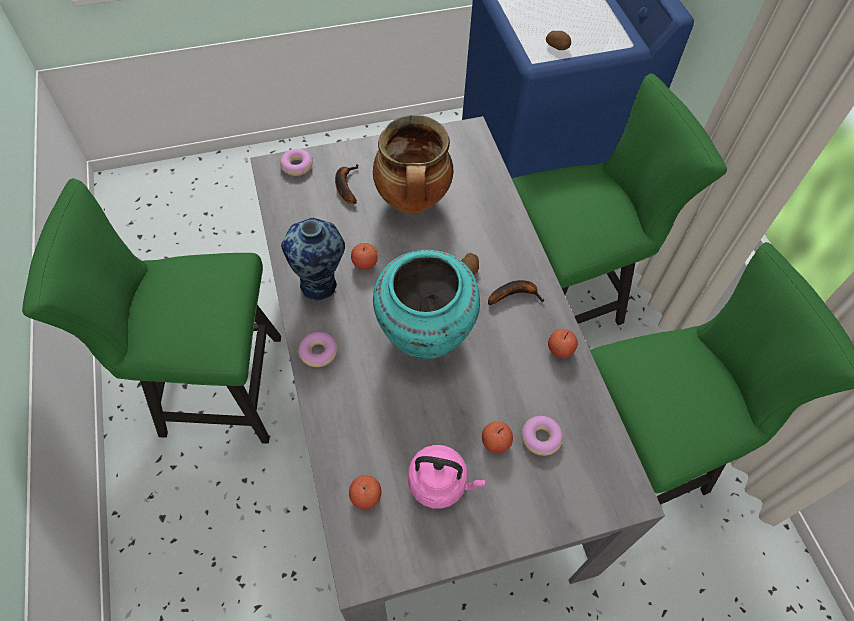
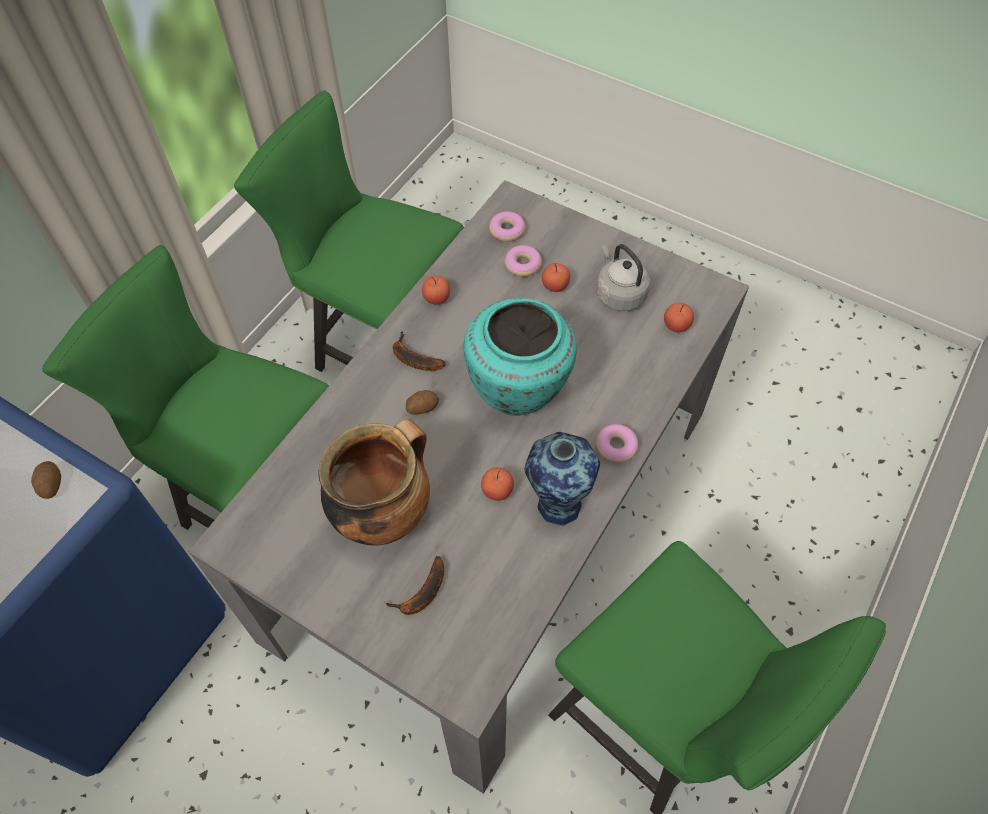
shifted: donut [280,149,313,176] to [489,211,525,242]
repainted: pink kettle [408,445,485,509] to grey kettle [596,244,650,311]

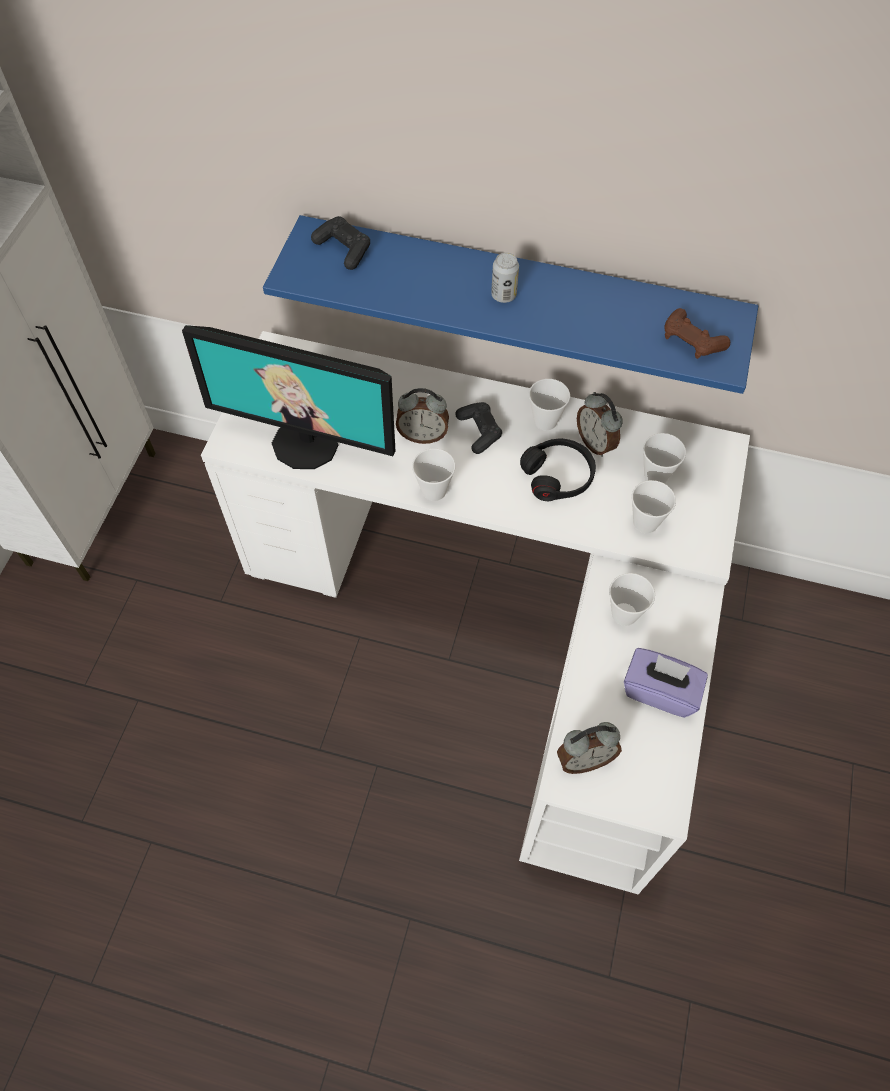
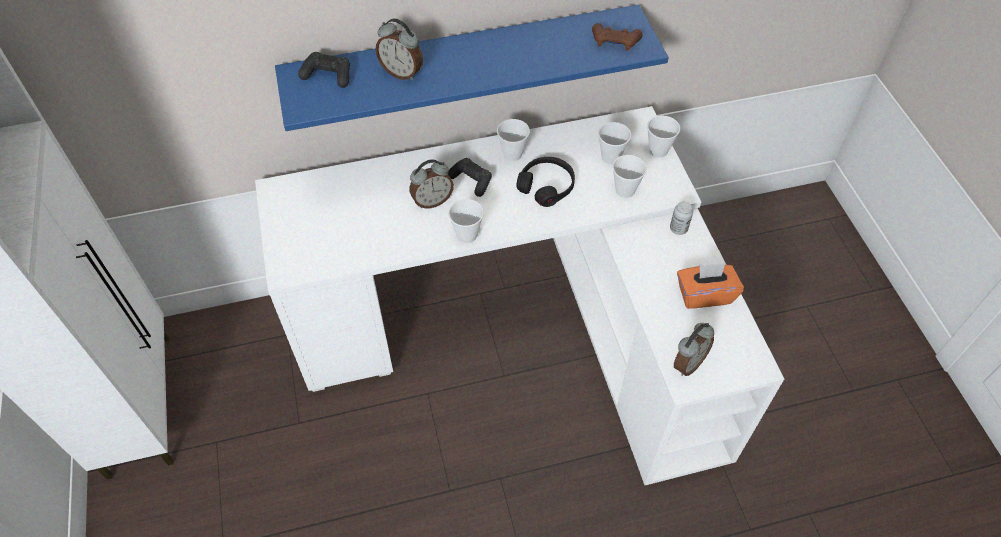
gone: monitor [182,325,395,469]
shifted: alarm clock [577,392,623,457] to [375,19,423,81]; cup [609,573,655,626] to [647,115,680,158]; can [491,252,519,303] to [670,202,693,235]
repainted: purple tissue box [624,648,708,718] to orange tissue box [677,263,744,309]

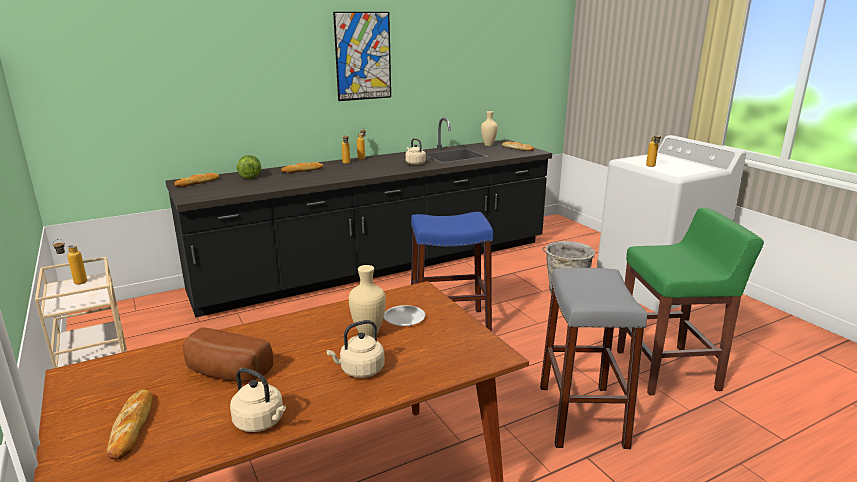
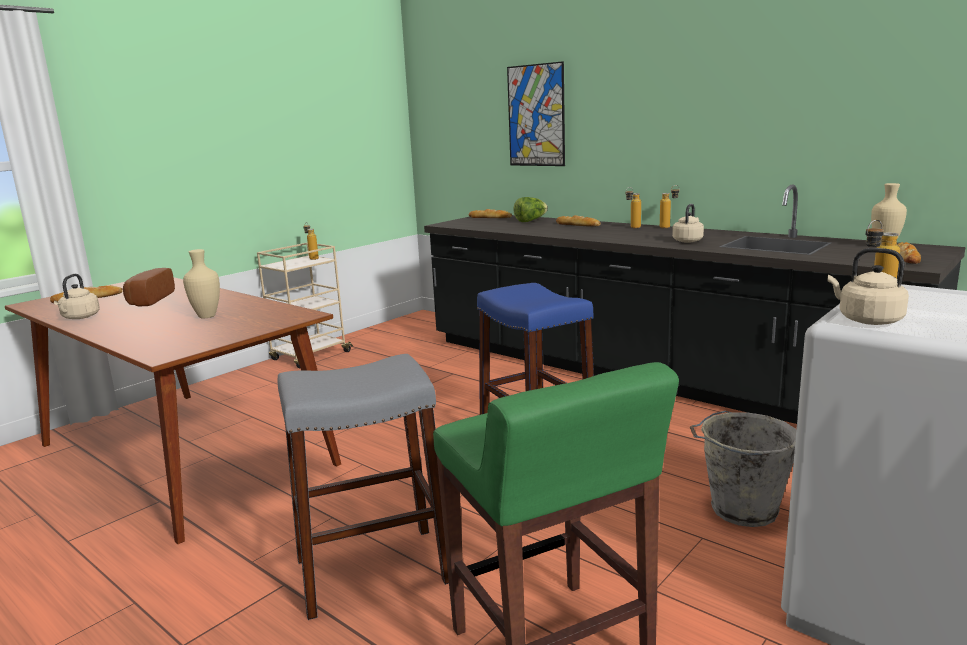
gone: white plate [384,305,425,326]
shifted: picture [333,12,391,101] to [507,61,565,166]; beige kettle [326,320,385,378] to [828,248,909,325]

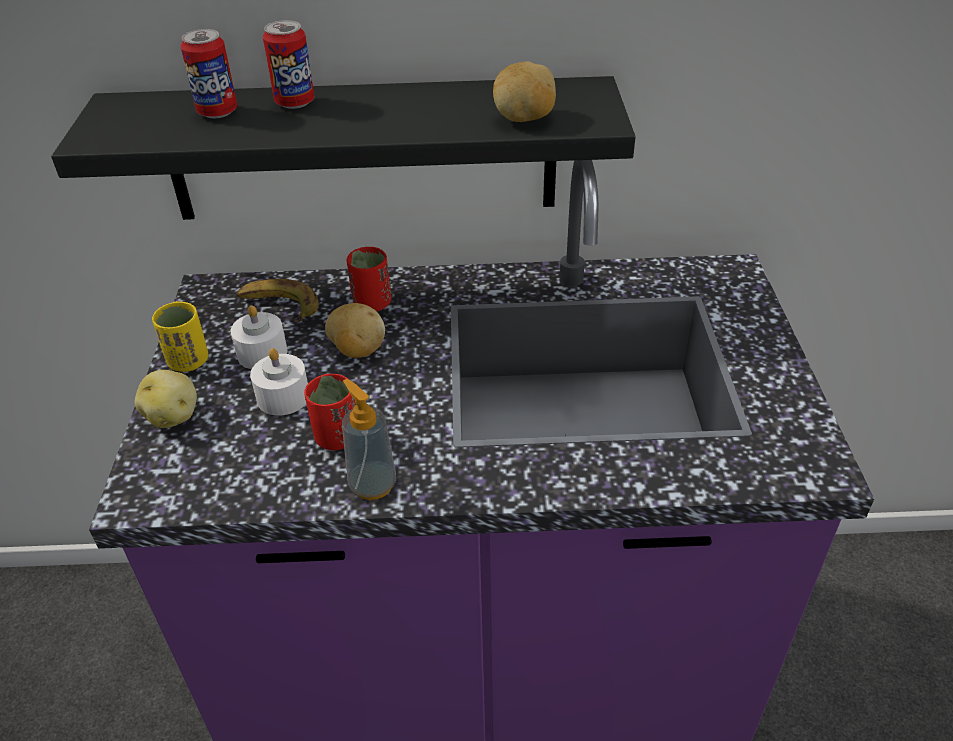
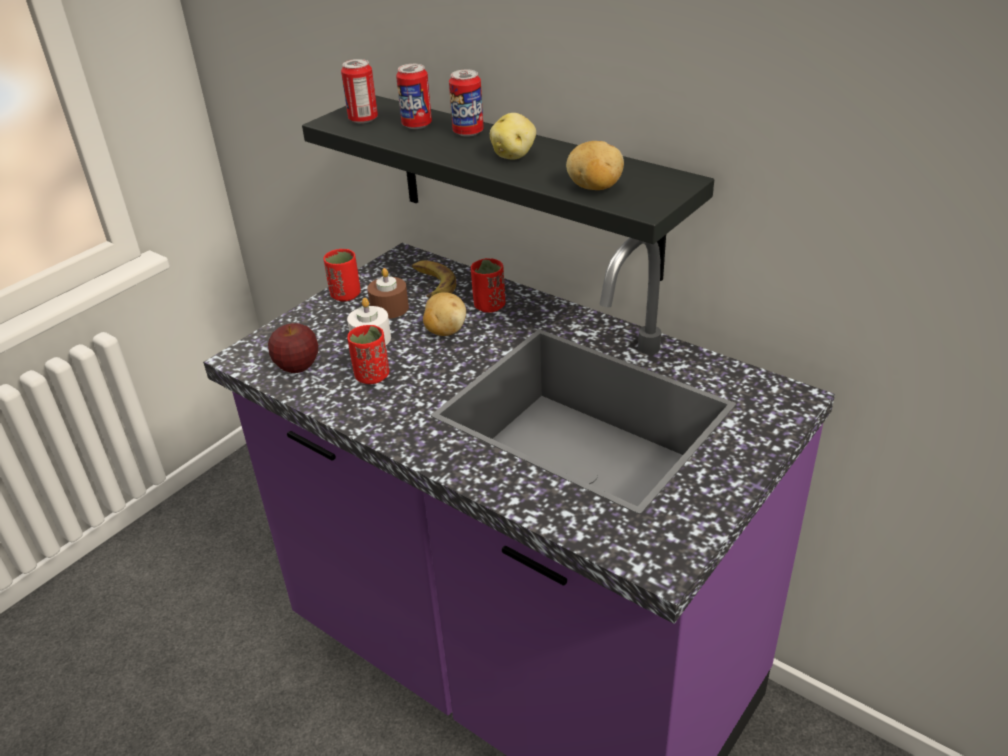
gone: soap dispenser [342,379,396,500]
new: apple [268,323,318,373]; can [341,59,378,124]
shifted: potato [135,370,197,428] to [490,113,536,159]
repainted: yellow cup [152,301,208,372] to red cup [323,249,361,301]; white candle [231,305,287,369] to brown candle [367,268,409,319]

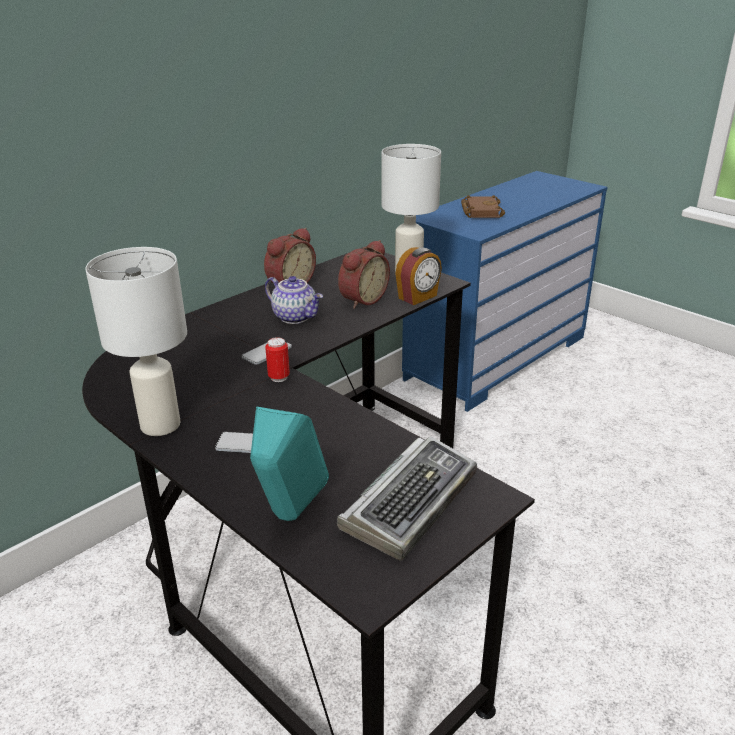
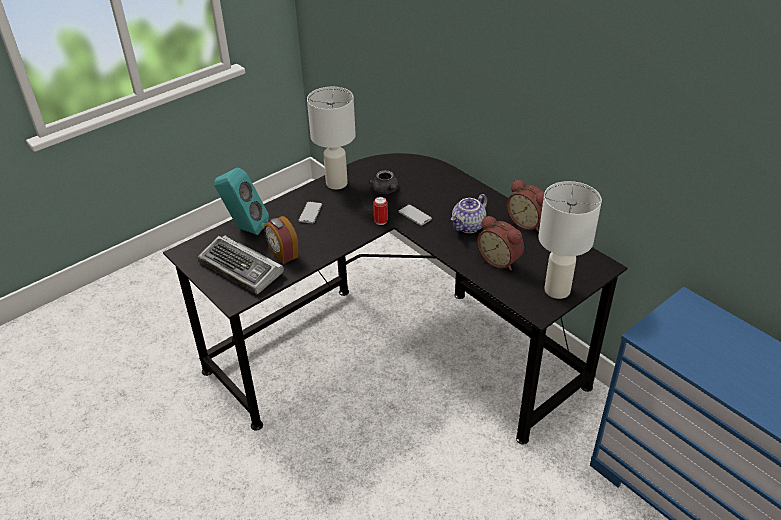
gone: brown book [461,195,505,218]
new: grey teapot [368,170,398,194]
shifted: alarm clock [395,247,442,305] to [264,216,298,264]

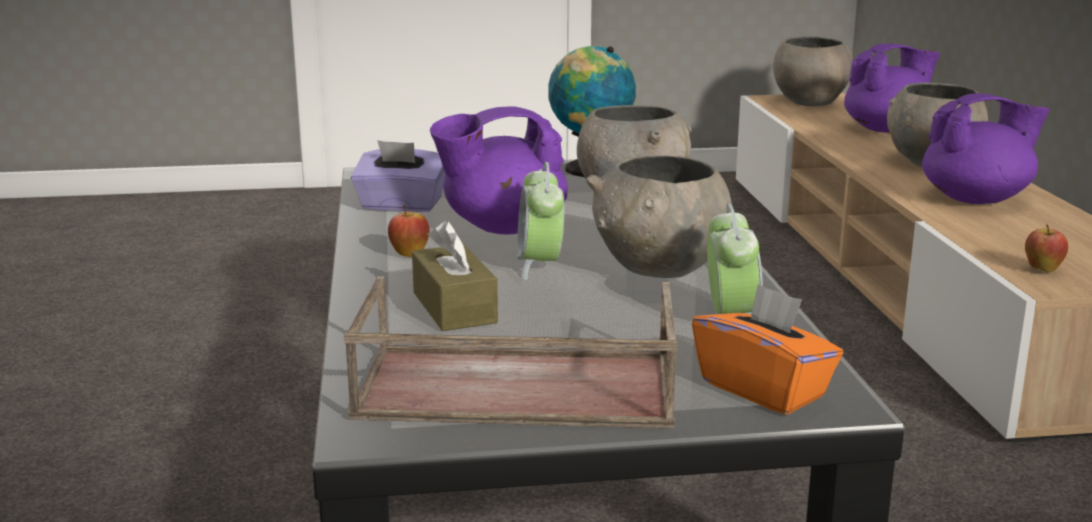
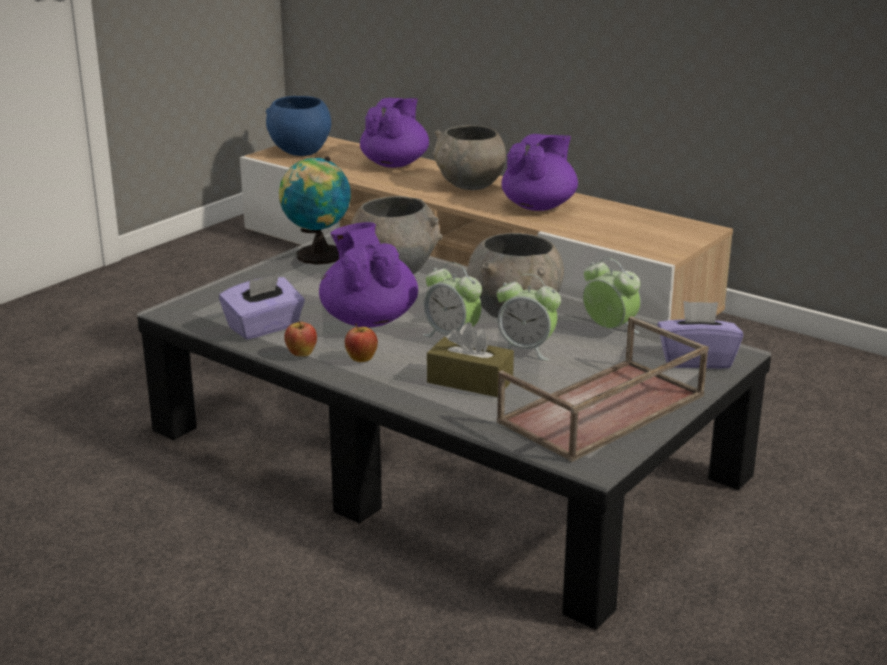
new: alarm clock [497,274,561,361]
shifted: apple [1025,224,1068,272] to [284,321,317,357]
repainted: grey bowl [773,36,853,106] to blue bowl [266,96,331,156]; orange tissue box [692,284,843,415] to purple tissue box [657,301,743,369]
rotated: purple teapot [430,106,568,234] = [319,222,418,328] 135 degrees clockwise

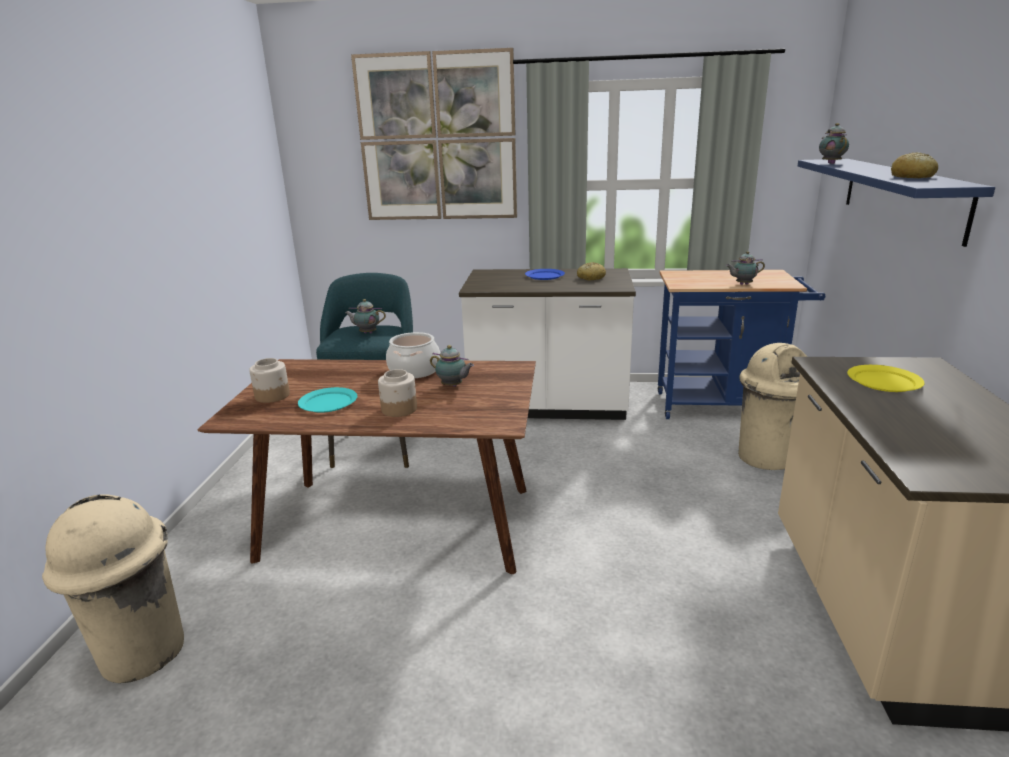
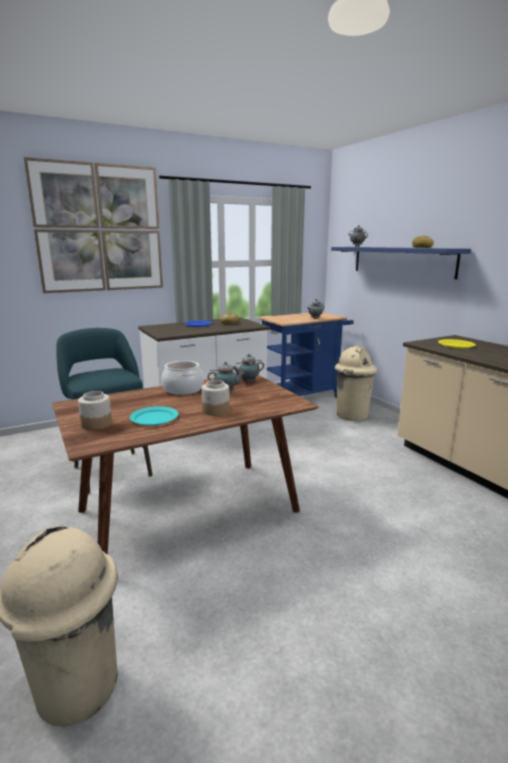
shifted: teapot [345,299,386,333] to [233,354,264,383]

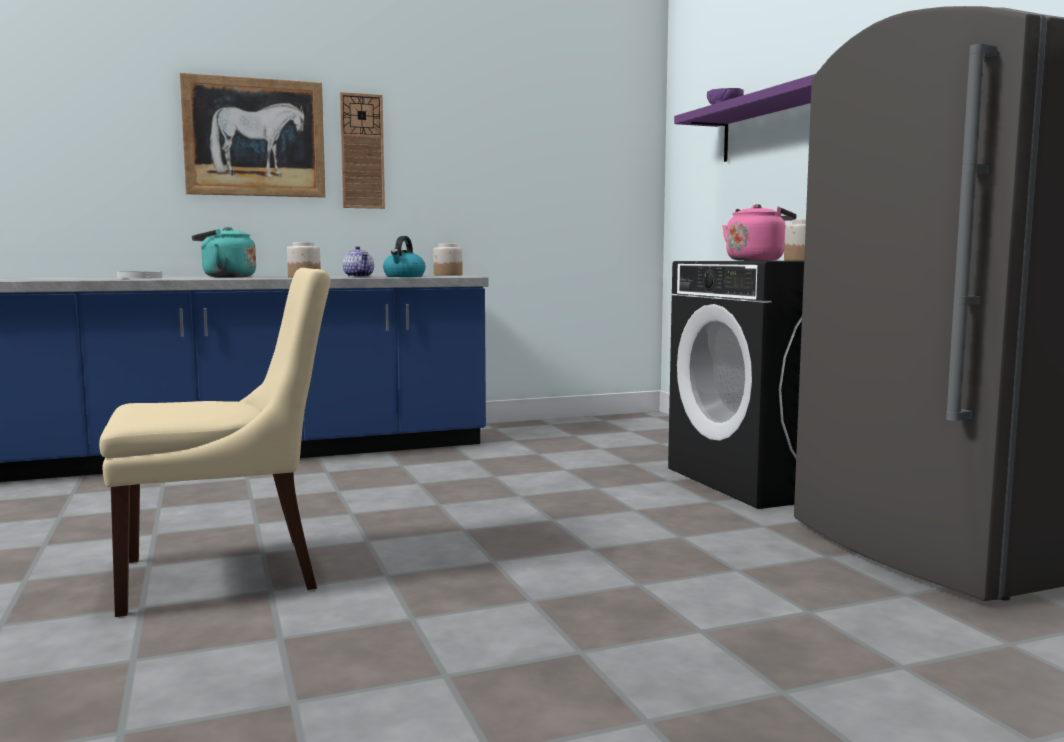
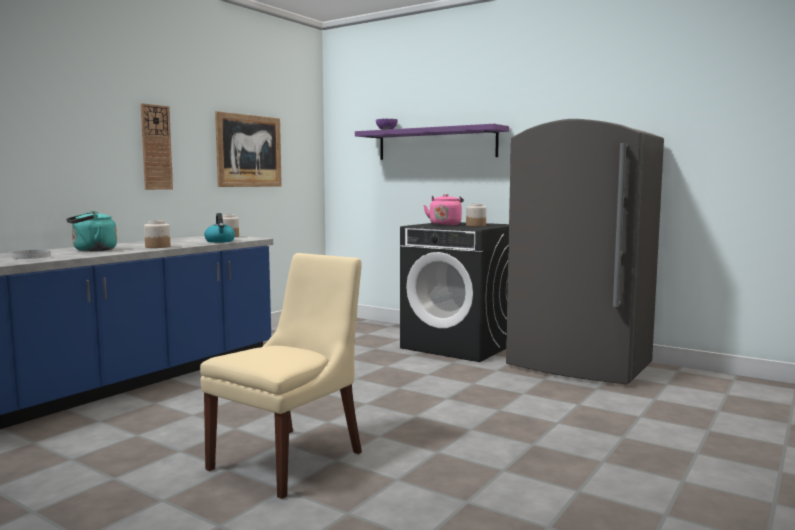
gone: teapot [343,246,374,277]
shifted: picture [180,73,325,198] to [215,111,282,187]

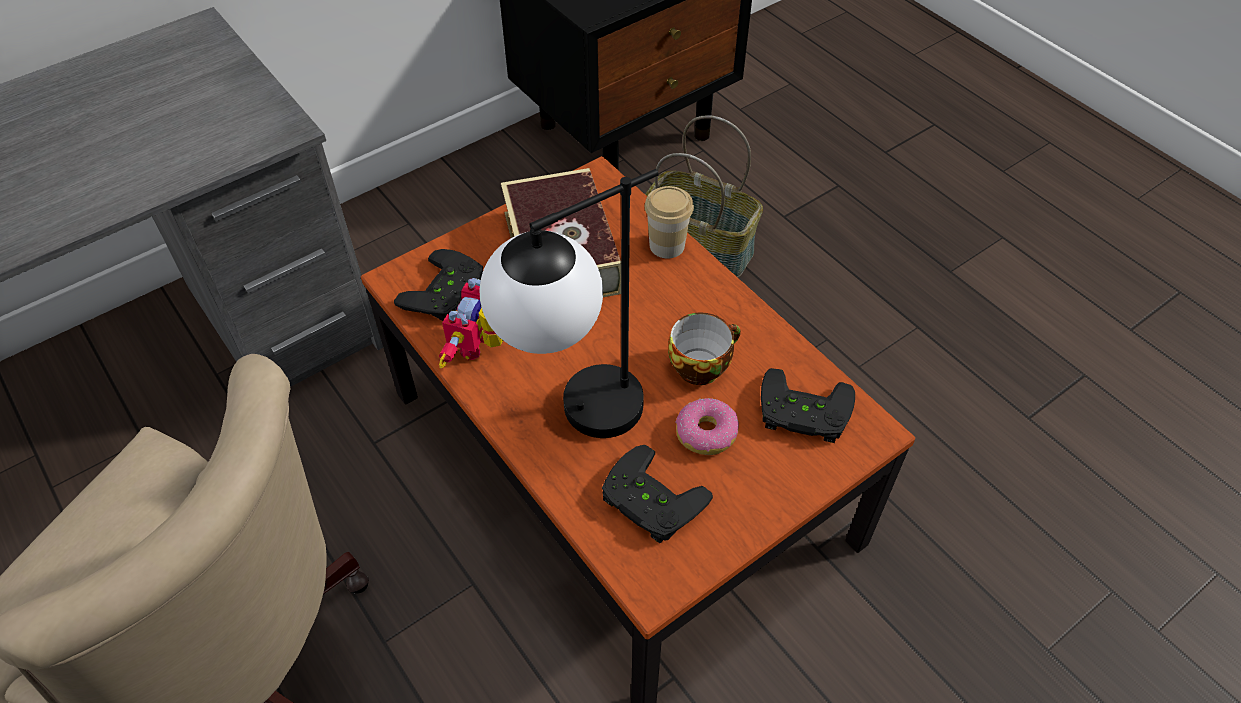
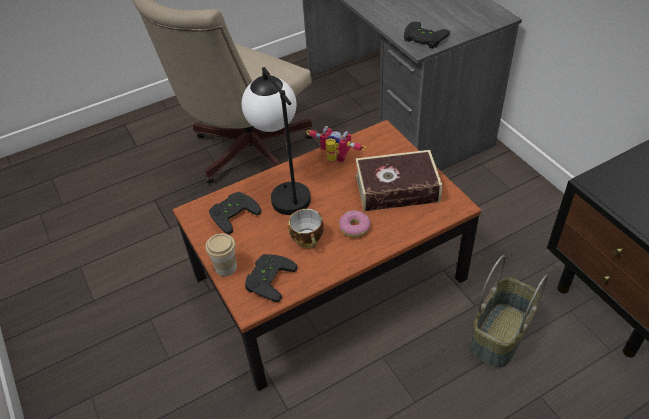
shifted: cup [645,186,694,258] to [206,234,237,276]; donut [675,398,739,455] to [339,210,371,238]; black game controller [394,249,483,321] to [404,22,450,49]

